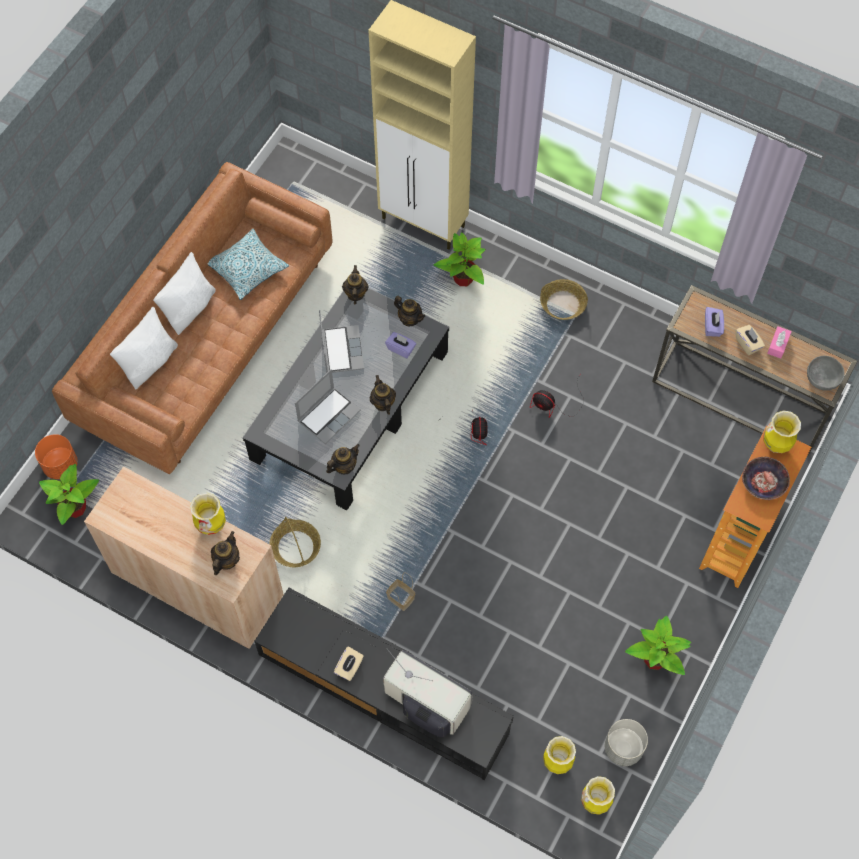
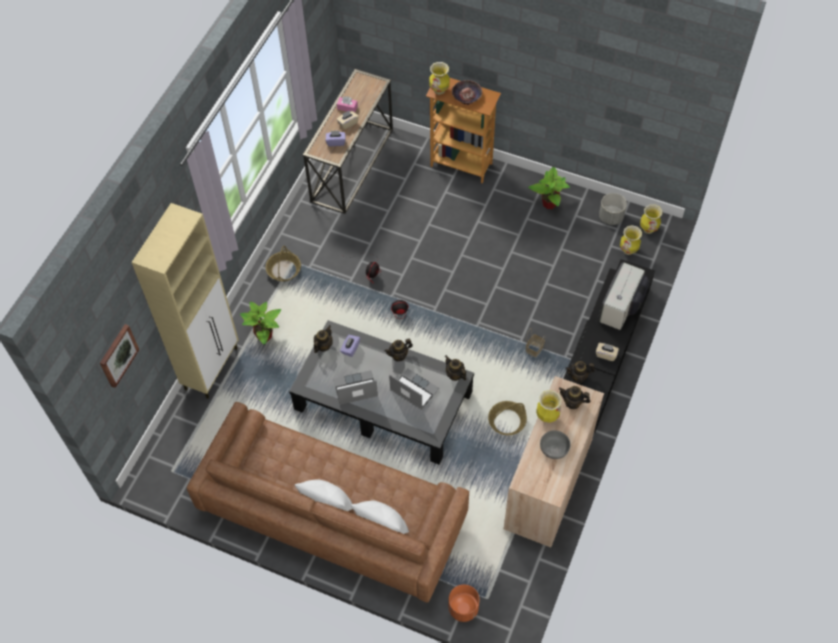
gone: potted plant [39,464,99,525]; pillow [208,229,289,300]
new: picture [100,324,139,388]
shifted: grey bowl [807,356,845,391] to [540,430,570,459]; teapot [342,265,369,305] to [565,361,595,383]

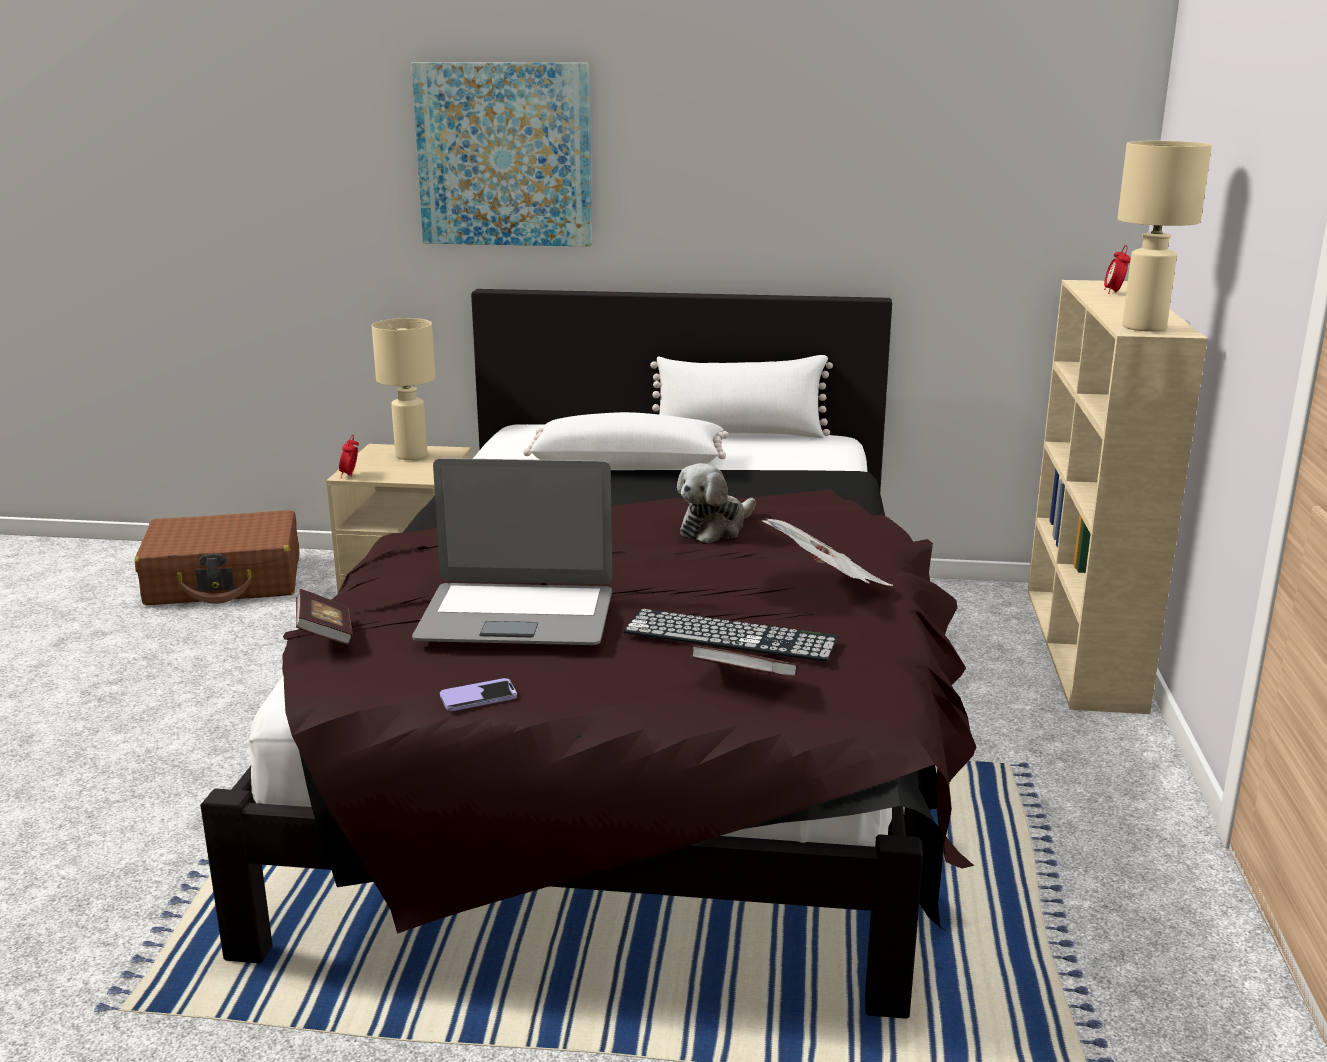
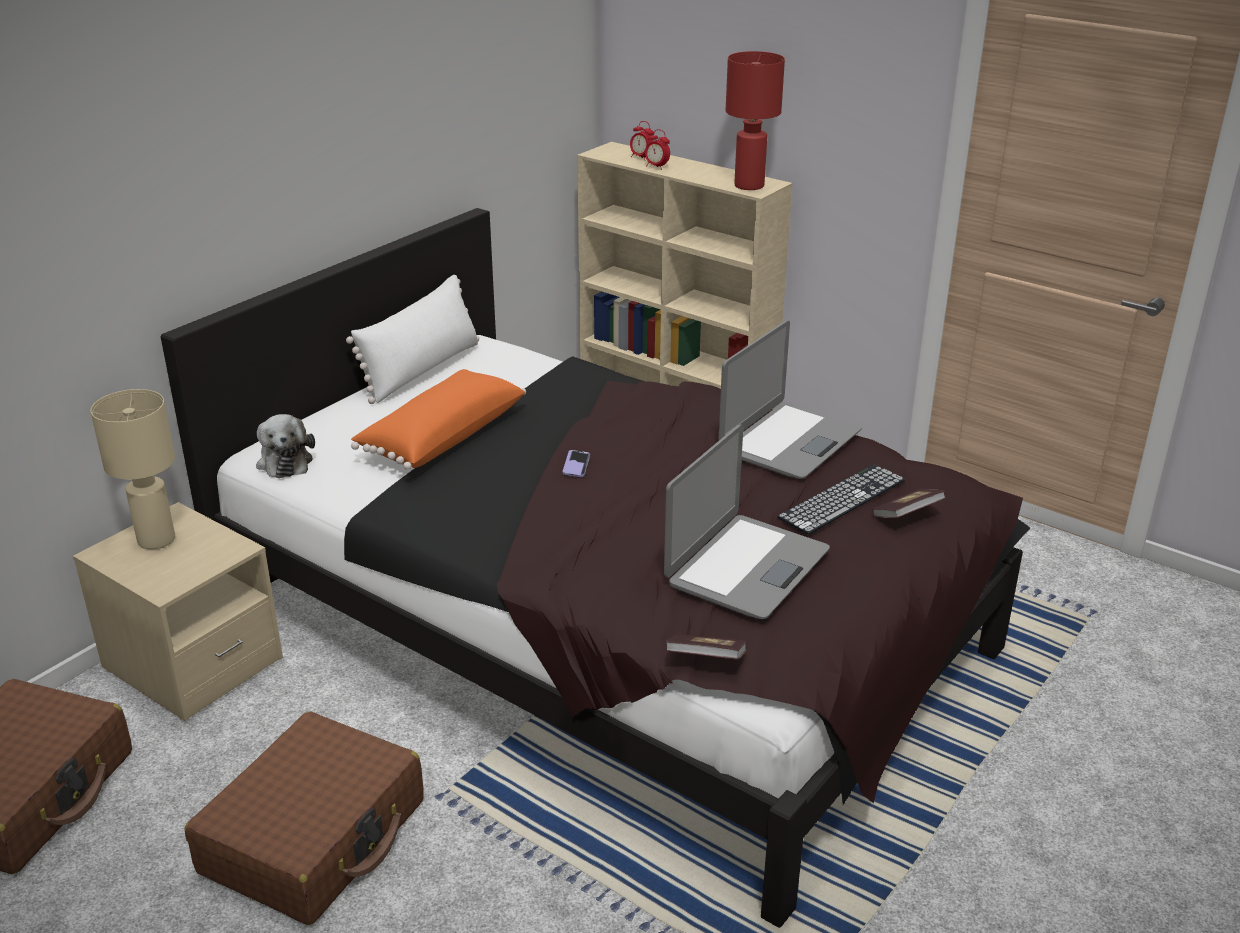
gone: picture [411,62,592,247]
new: brown suitcase [185,711,424,925]
shifted: plush toy [677,463,755,543] to [256,414,315,478]; phone [440,678,517,711] to [562,450,590,477]; alarm clock [339,435,359,479] to [645,129,670,170]
swapped: newspaper [761,519,893,586] to laptop [718,320,862,479]
repainted: white pillow [523,412,729,470] to orange pillow [351,369,526,470]; beige table lamp [1117,141,1212,332] to red table lamp [726,51,785,190]

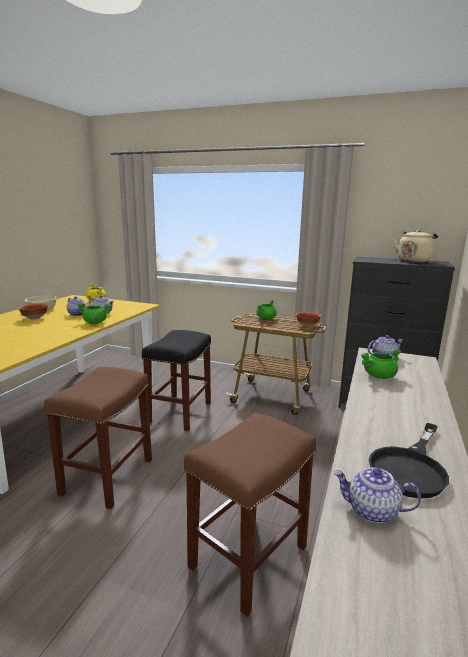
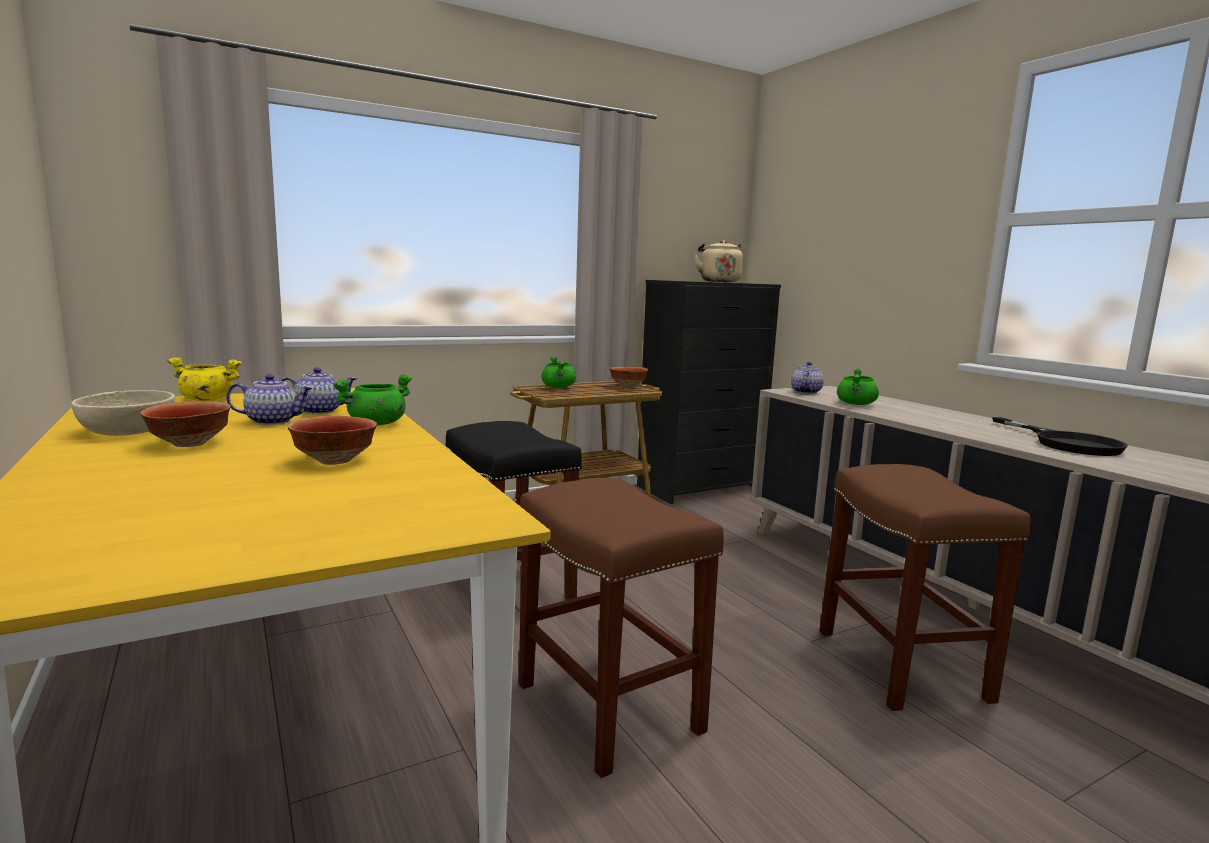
gone: teapot [333,467,421,523]
new: bowl [287,416,377,465]

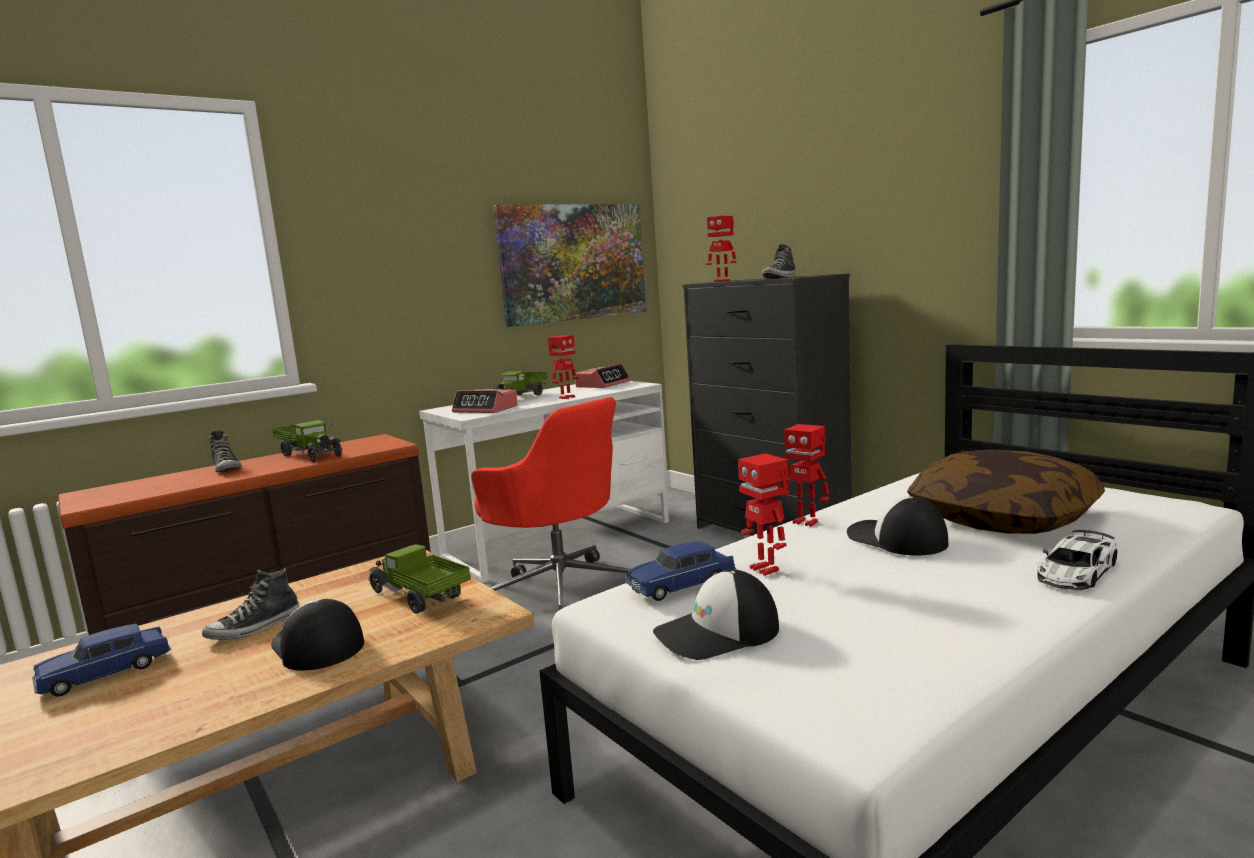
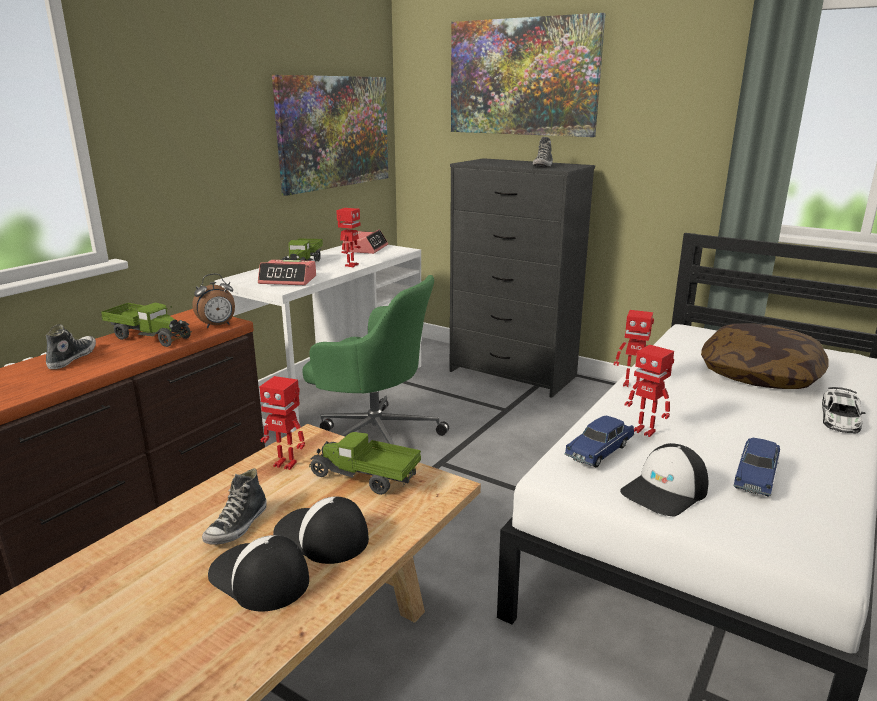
new: alarm clock [192,274,235,328]; picture [451,13,606,137]
shifted: cap [847,497,948,556] to [208,535,309,611]; toy robot [706,216,736,282] to [259,376,305,470]; blue toy car [32,624,171,697] to [734,438,780,497]
repainted: red office chair [471,397,629,610] to green office chair [302,275,449,445]
rotated: shoe [209,430,242,472] = [46,324,96,369] 120 degrees counterclockwise

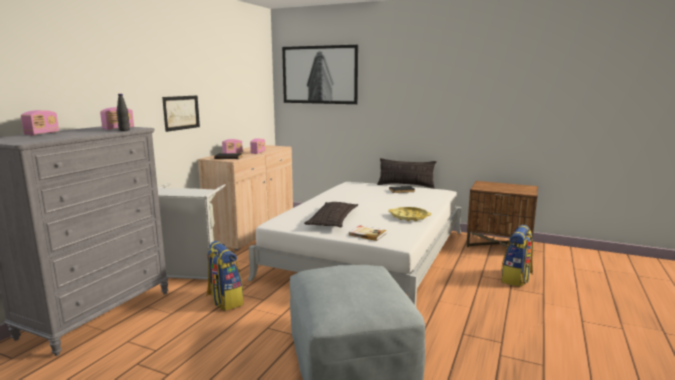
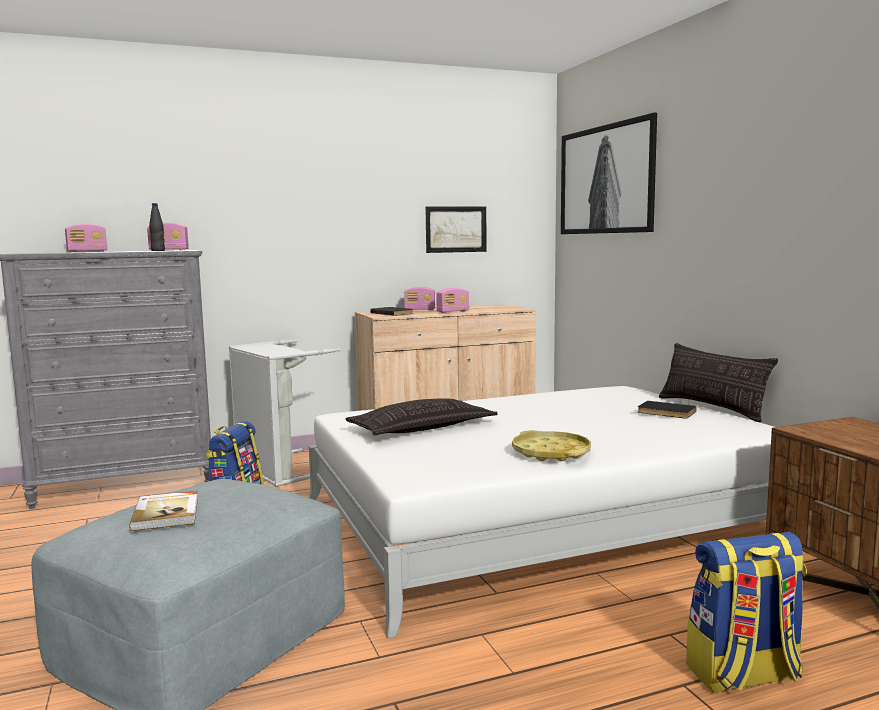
shifted: book [349,226,387,241] to [129,491,198,531]; picture [162,95,200,132] to [425,206,487,253]

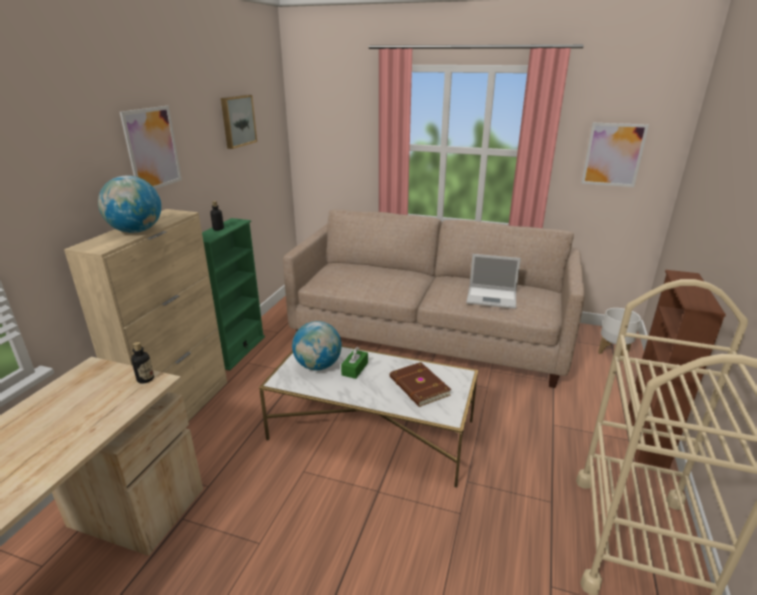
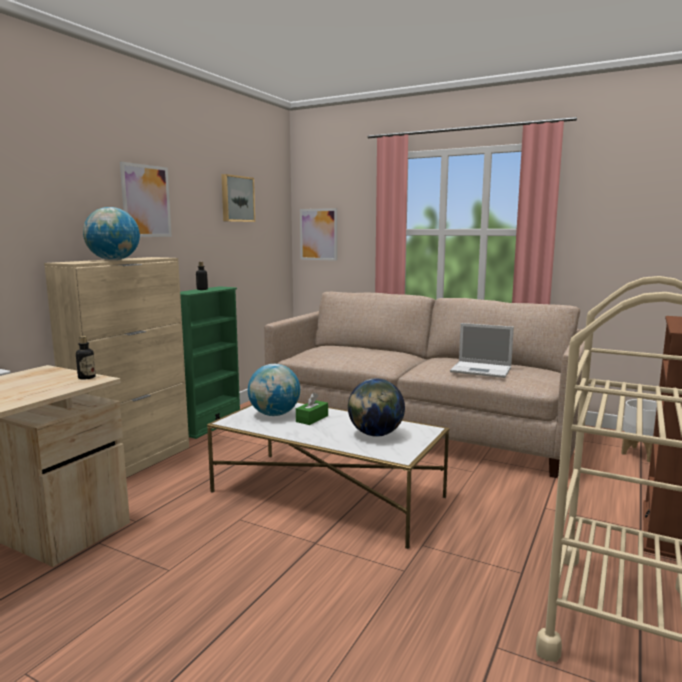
shifted: picture [581,123,649,187] to [300,208,337,261]
swapped: brown book [390,362,451,407] to globe [348,378,405,437]

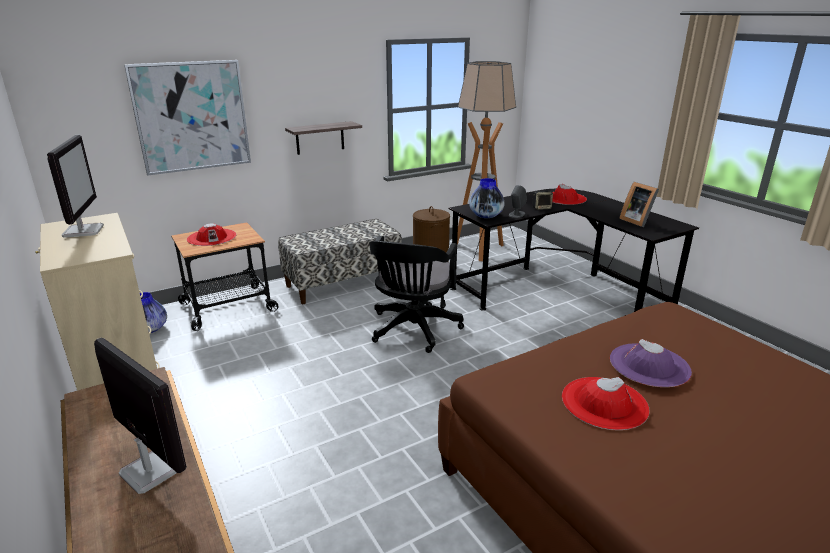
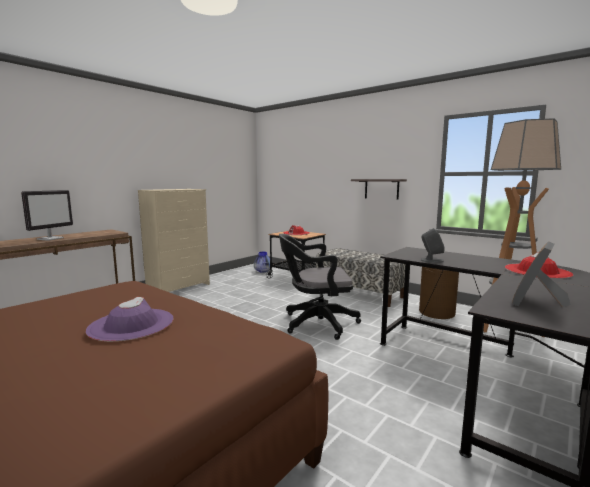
gone: monitor [47,135,104,238]; picture [124,60,251,176]; vase [469,178,505,218]; speaker [532,191,553,210]; red hat [562,377,650,430]

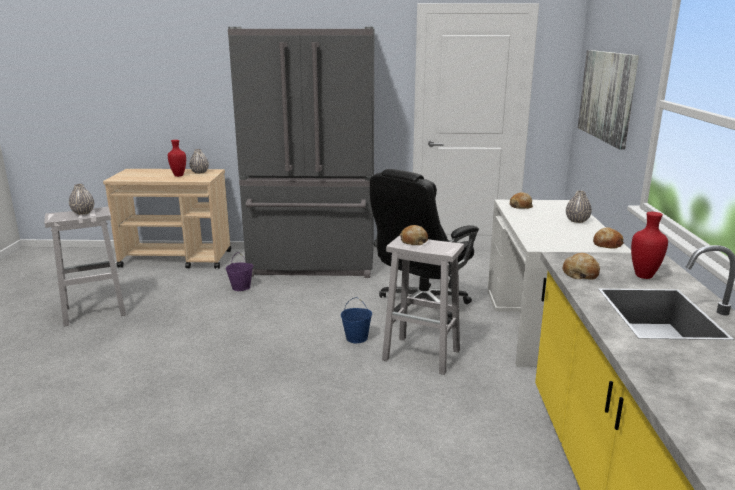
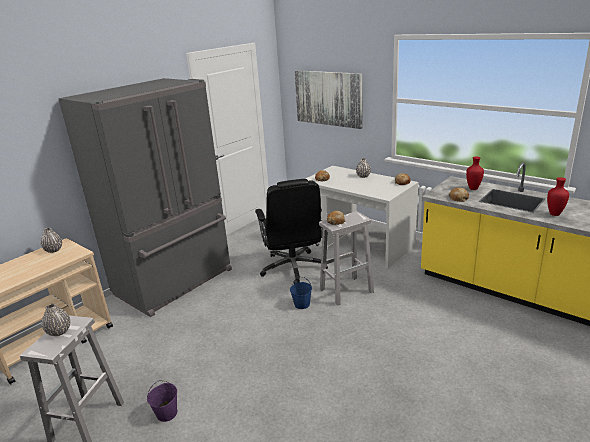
shifted: purple bucket [226,252,253,291] to [147,380,177,422]; red vase [168,140,186,177] to [547,177,569,216]

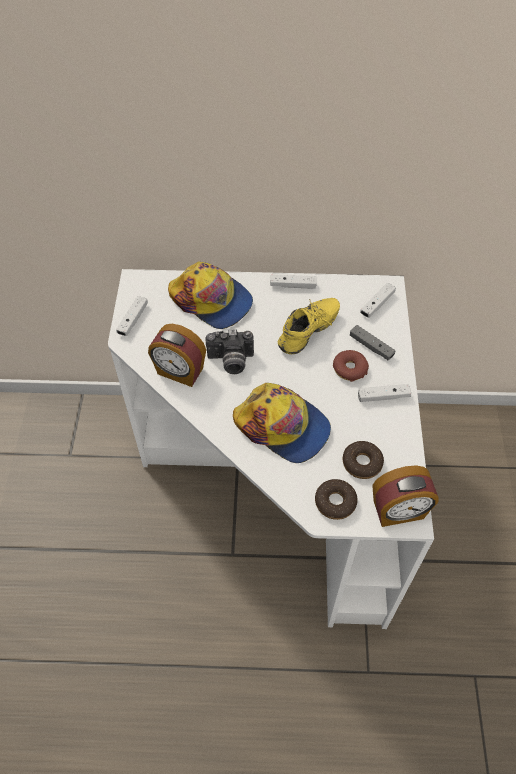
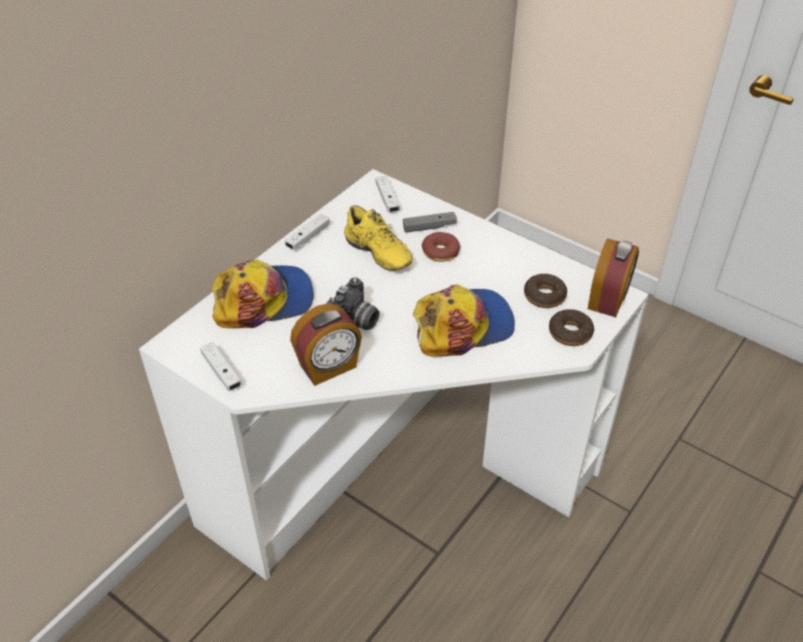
gone: white game controller [358,384,411,402]
rotated: yellow shoe [278,298,340,354] = [344,205,413,271] 150 degrees clockwise

